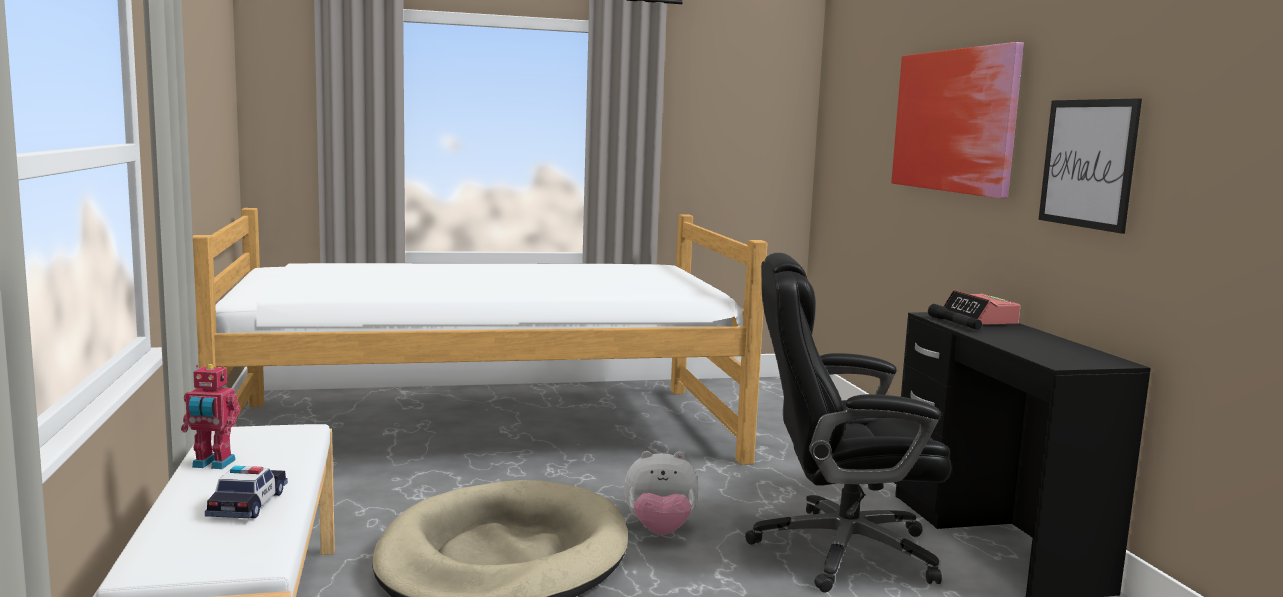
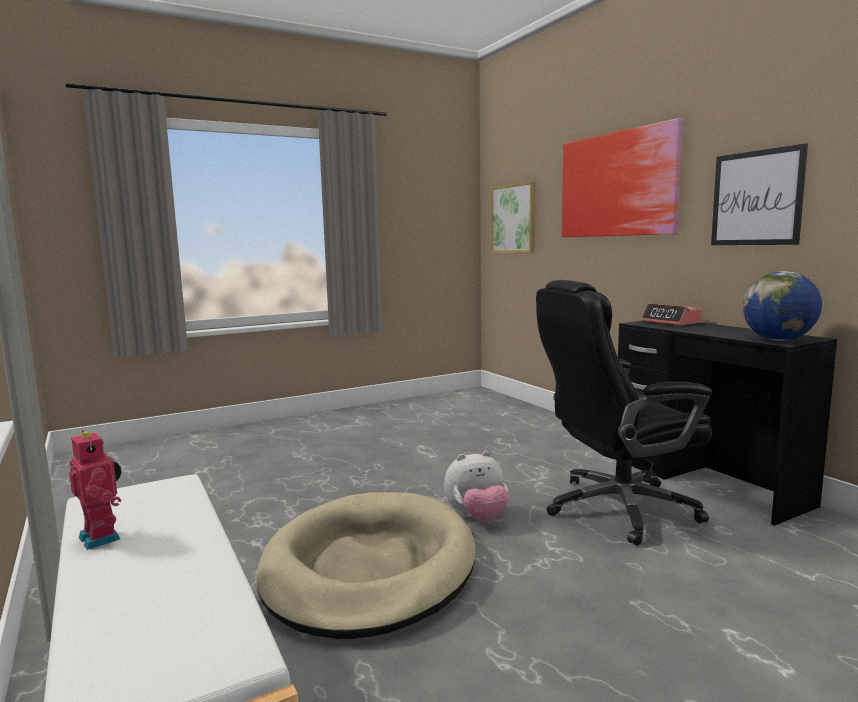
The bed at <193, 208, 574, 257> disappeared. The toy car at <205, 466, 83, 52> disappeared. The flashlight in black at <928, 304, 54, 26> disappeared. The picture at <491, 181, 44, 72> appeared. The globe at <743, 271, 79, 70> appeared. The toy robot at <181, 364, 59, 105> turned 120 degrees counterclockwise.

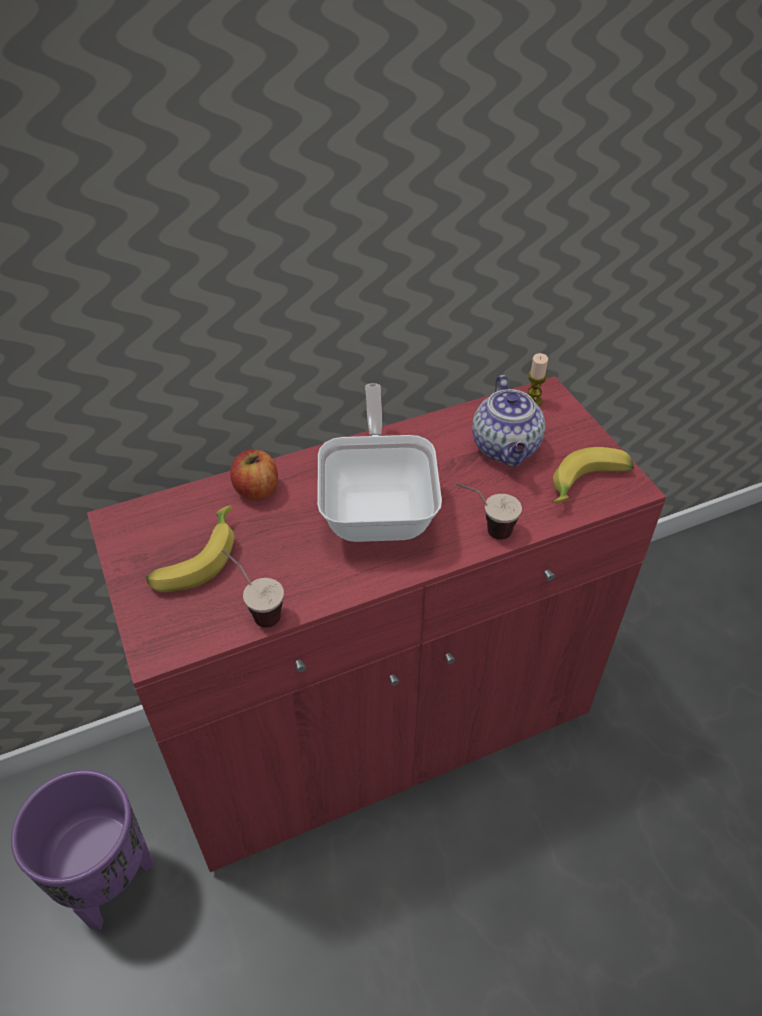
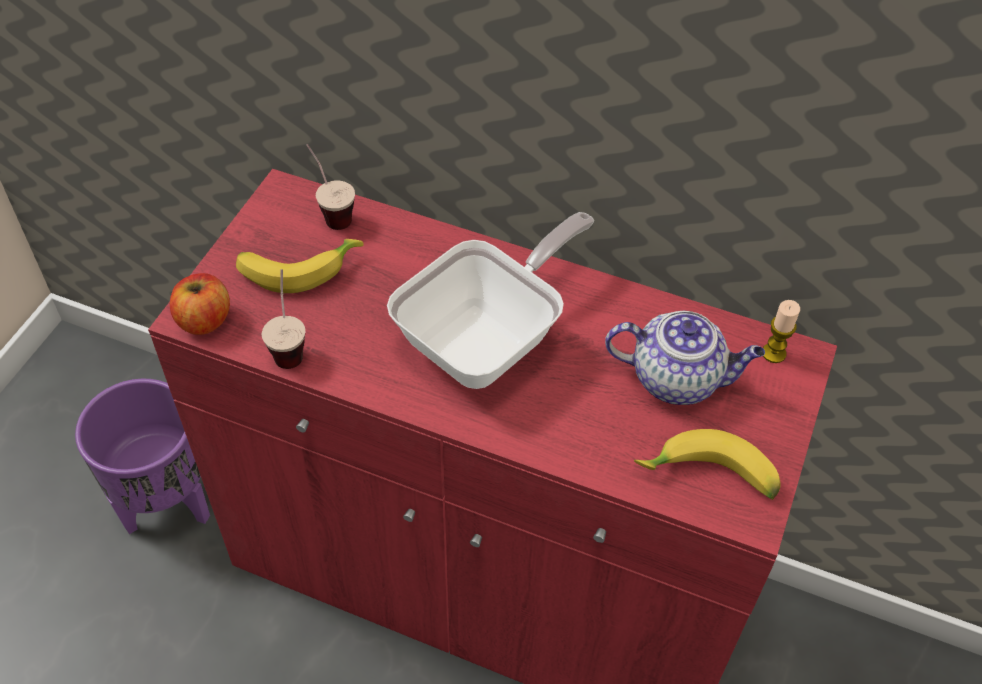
The apple moved from <230, 449, 48, 52> to <170, 273, 60, 62>. The cup moved from <456, 483, 66, 57> to <306, 144, 49, 86>. The teapot at <472, 375, 73, 92> turned 120 degrees counterclockwise.

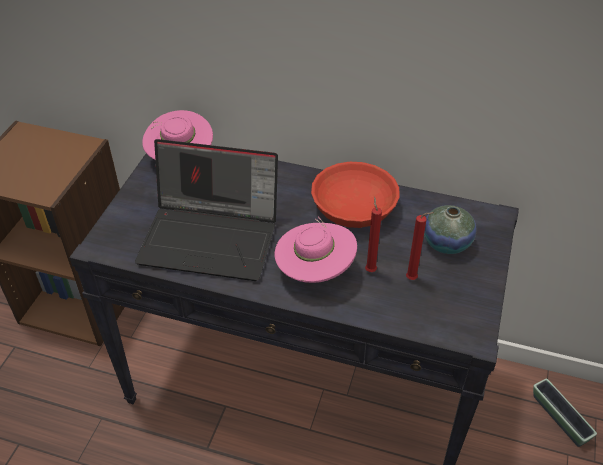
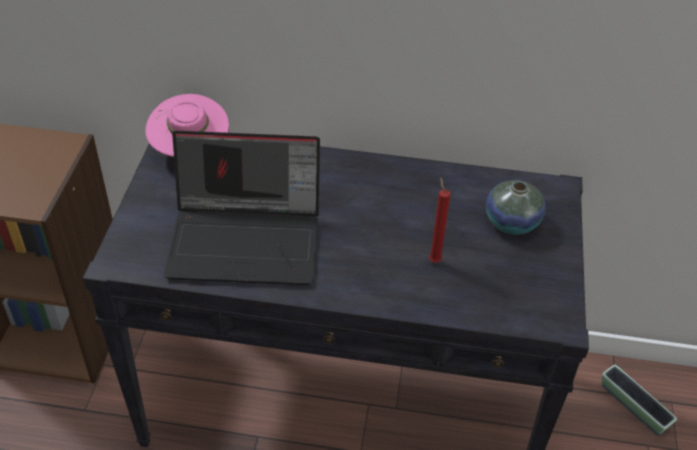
The hat in pink at <275, 216, 82, 67> disappeared. The bowl in red at <311, 162, 89, 66> disappeared. The candle in red at <406, 212, 27, 68> disappeared.

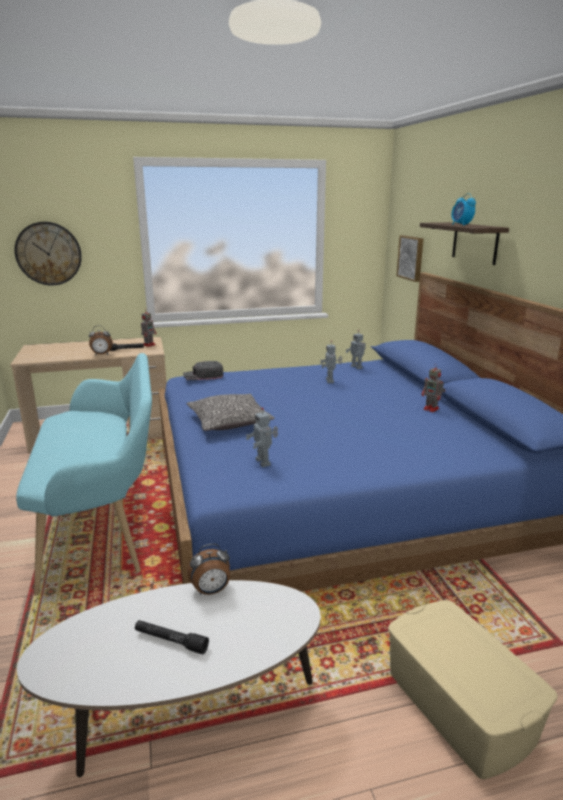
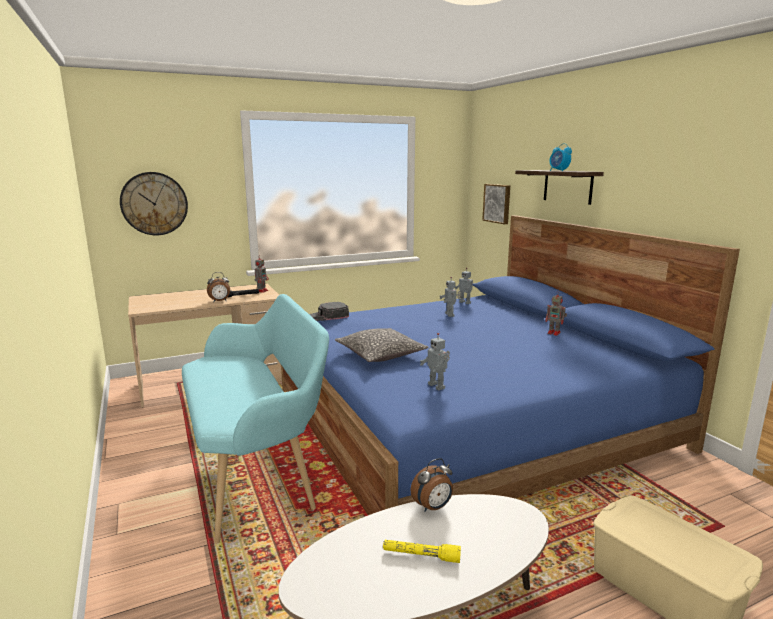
The flashlight in black at <135, 620, 74, 34> became the flashlight in yellow at <383, 540, 78, 23>.

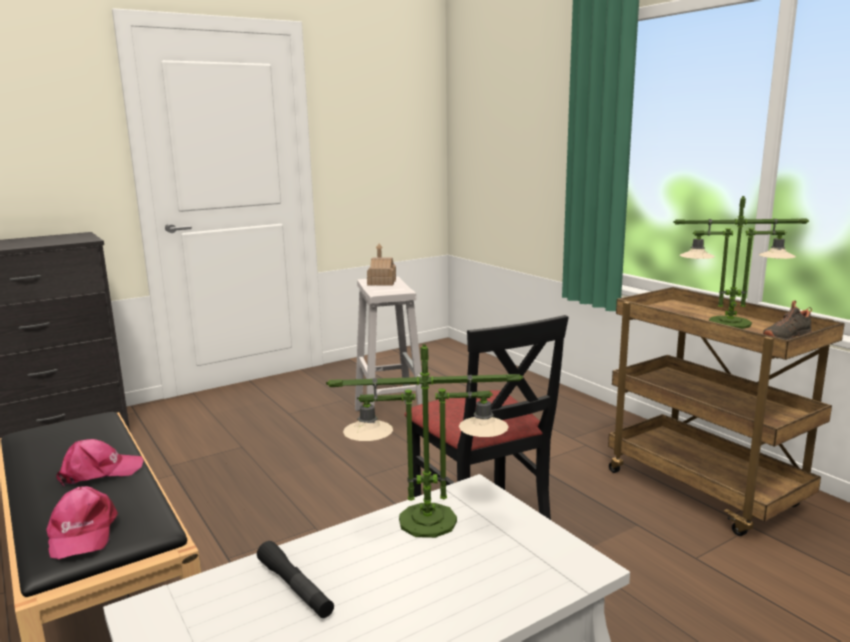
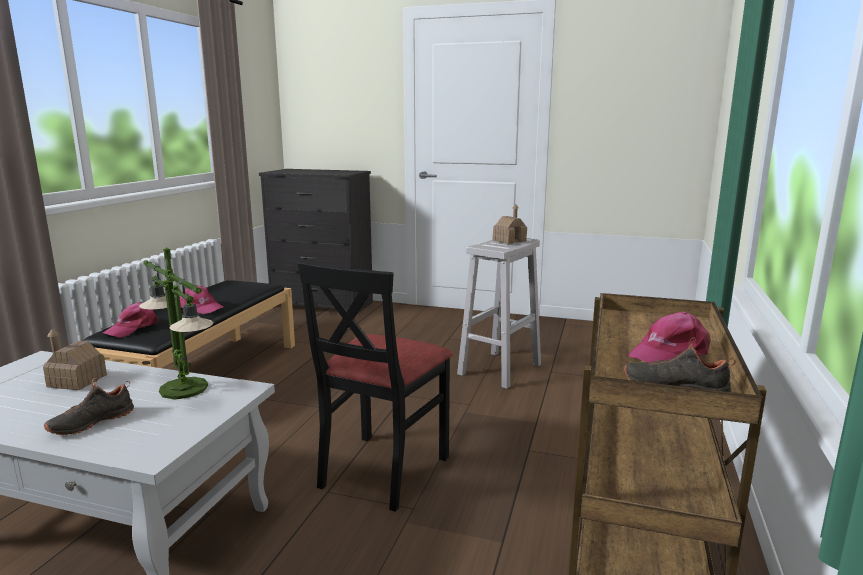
The shoe in black at <44, 378, 90, 57> appeared. The flashlight in black at <257, 541, 77, 77> was replaced by the toy house at <43, 329, 64, 61>. The table lamp at <673, 196, 136, 133> was replaced by the cap in pink at <628, 312, 83, 50>.

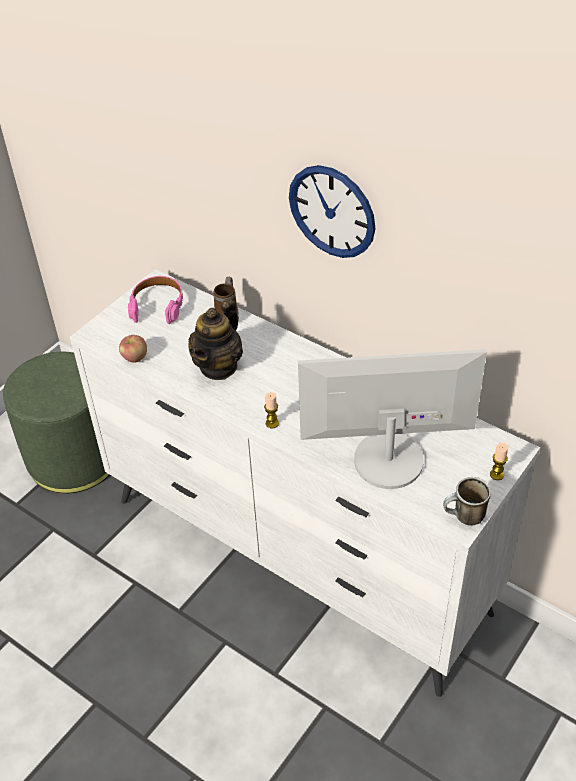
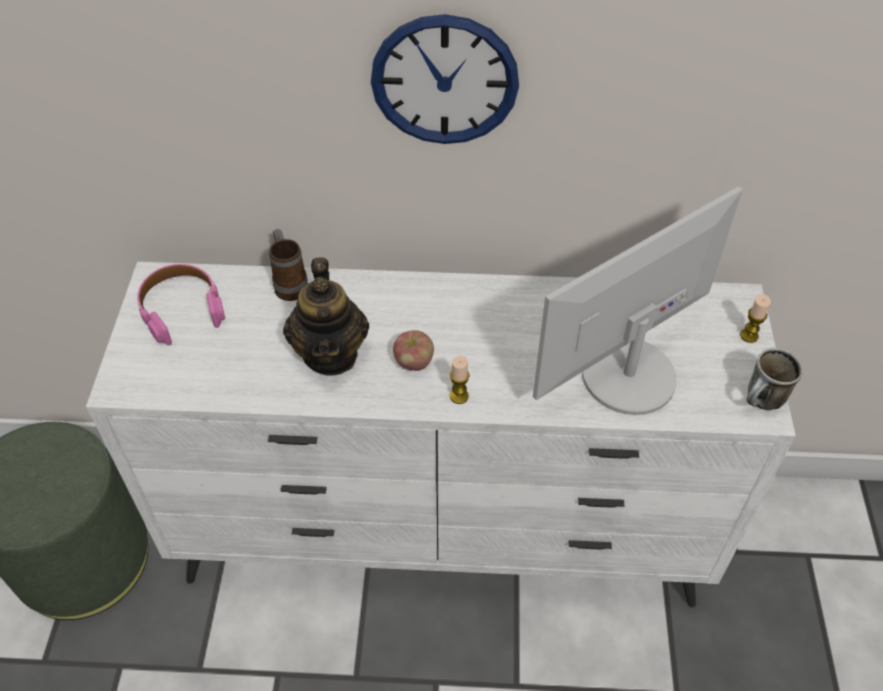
The apple moved from <119, 335, 28, 28> to <393, 330, 41, 41>.

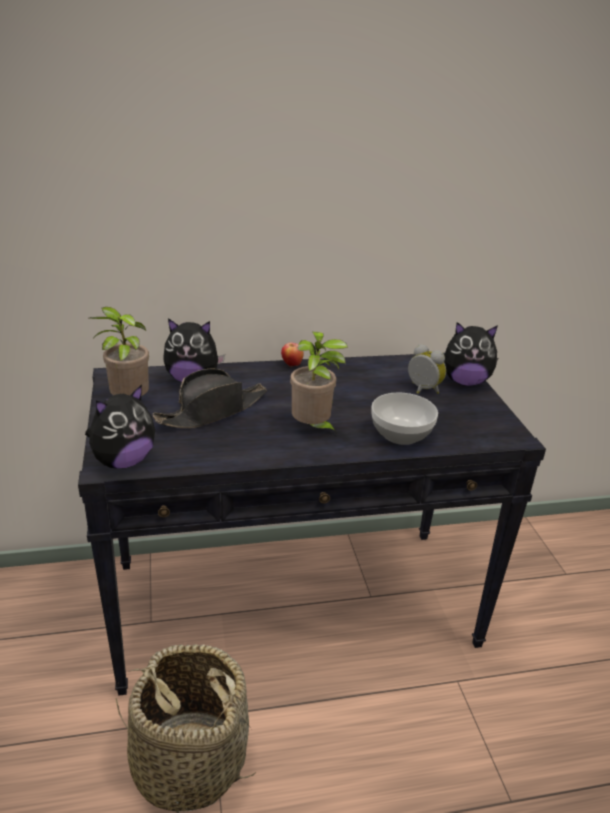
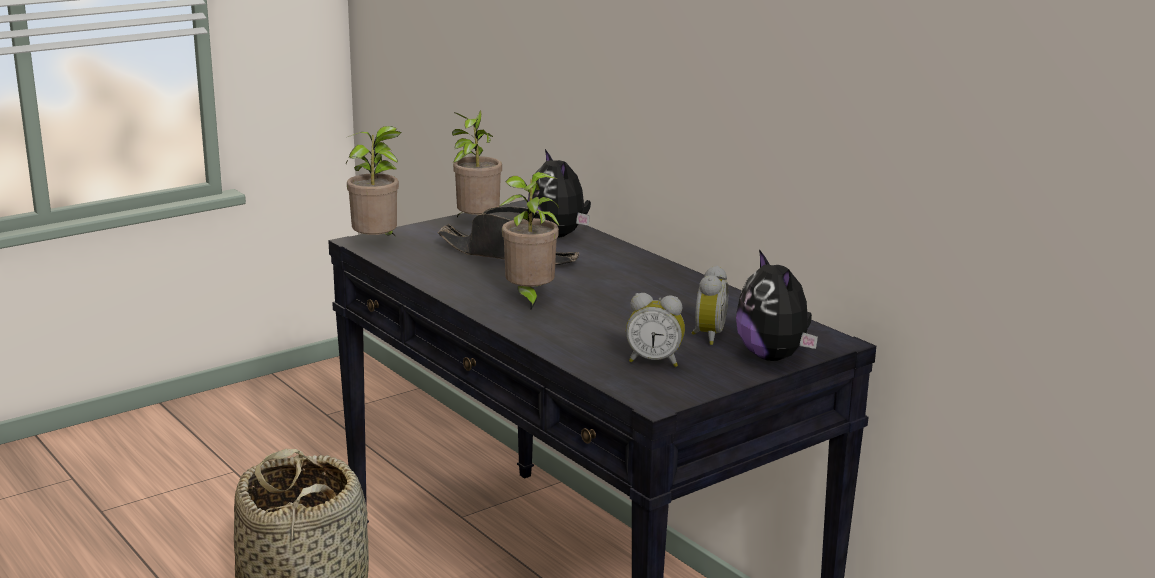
The apple at <281, 342, 22, 25> disappeared. The bowl at <371, 392, 67, 53> disappeared. The alarm clock at <626, 293, 59, 74> appeared. The plush toy at <85, 384, 70, 85> was replaced by the potted plant at <346, 126, 56, 110>.

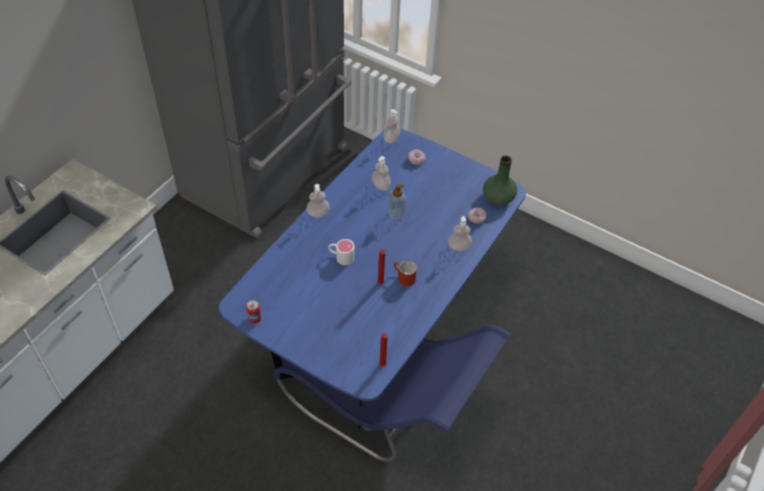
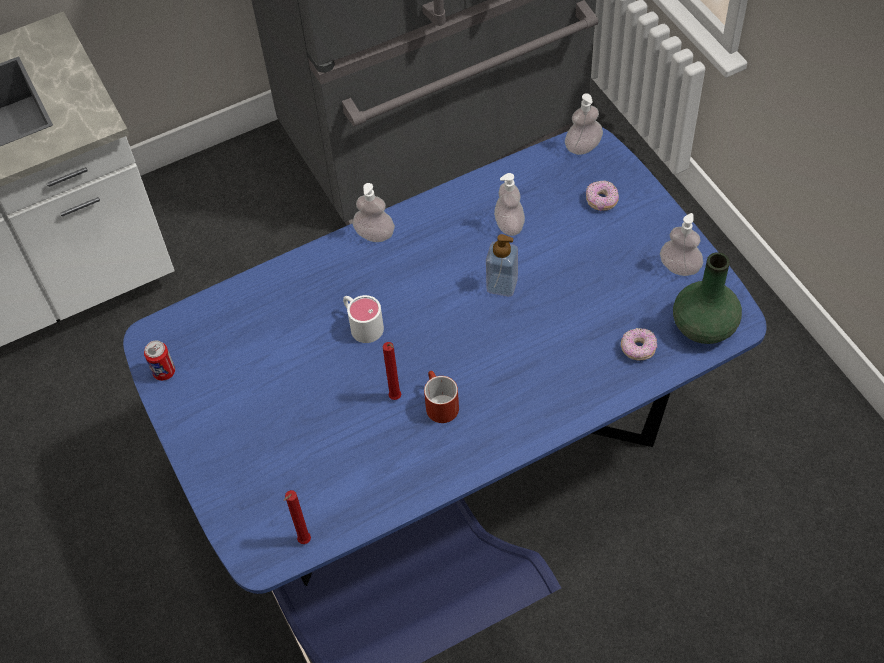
The soap dispenser moved from <448, 216, 24, 35> to <660, 213, 43, 63>.

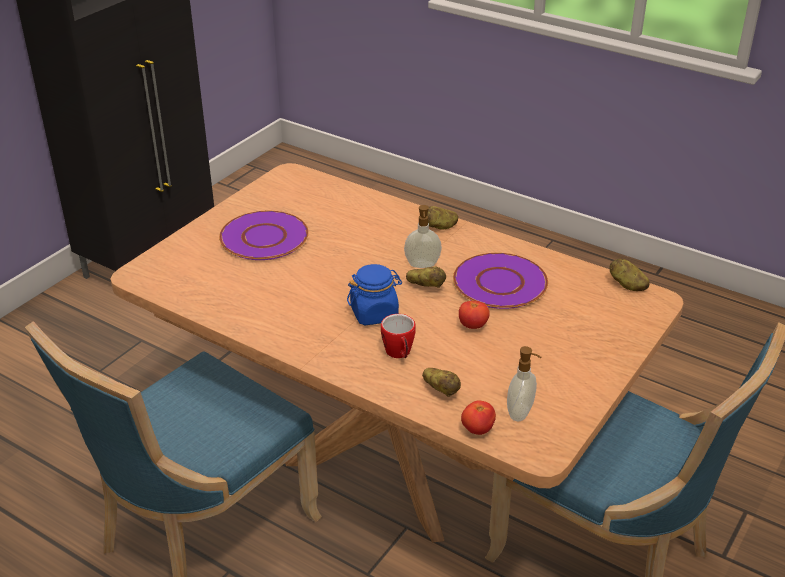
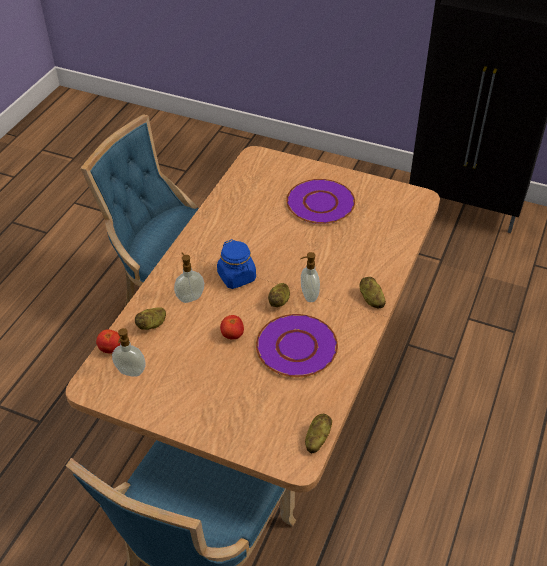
The mug at <381, 314, 35, 44> was replaced by the soap dispenser at <174, 252, 30, 51>.

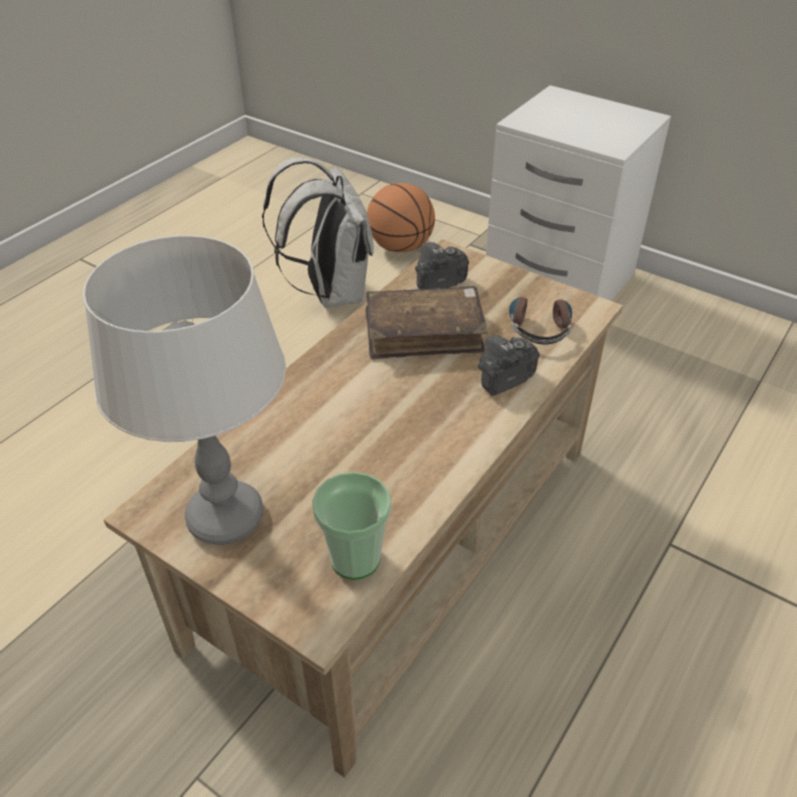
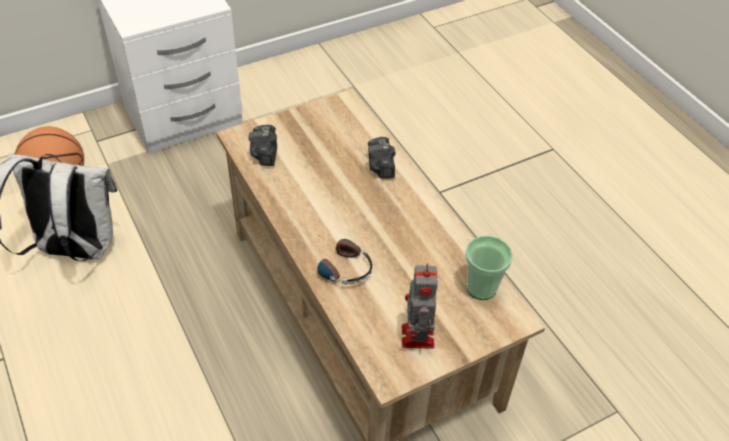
The book in brown at <366, 286, 122, 73> disappeared. The headphones moved from <509, 293, 63, 52> to <317, 236, 56, 49>. The table lamp in white at <83, 235, 203, 310> was replaced by the toy robot at <402, 263, 36, 86>.

